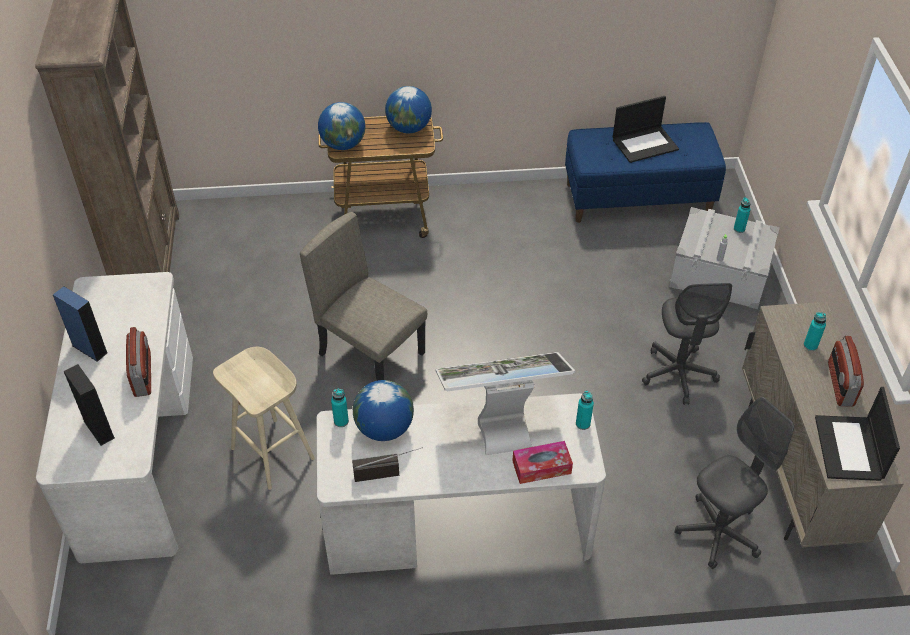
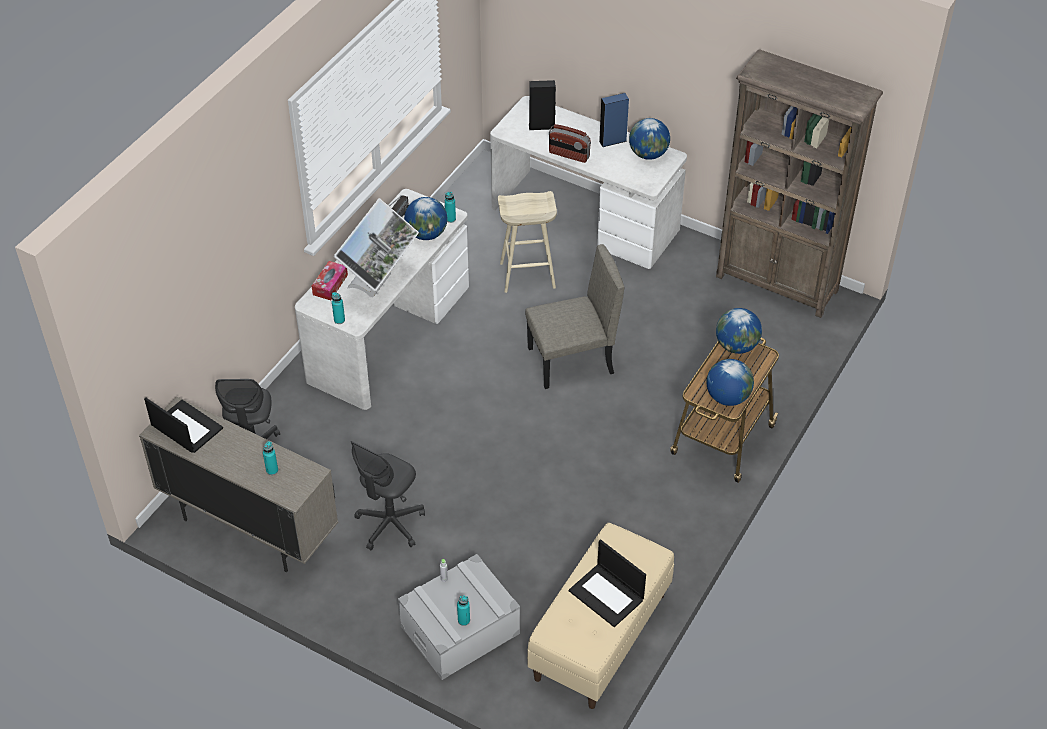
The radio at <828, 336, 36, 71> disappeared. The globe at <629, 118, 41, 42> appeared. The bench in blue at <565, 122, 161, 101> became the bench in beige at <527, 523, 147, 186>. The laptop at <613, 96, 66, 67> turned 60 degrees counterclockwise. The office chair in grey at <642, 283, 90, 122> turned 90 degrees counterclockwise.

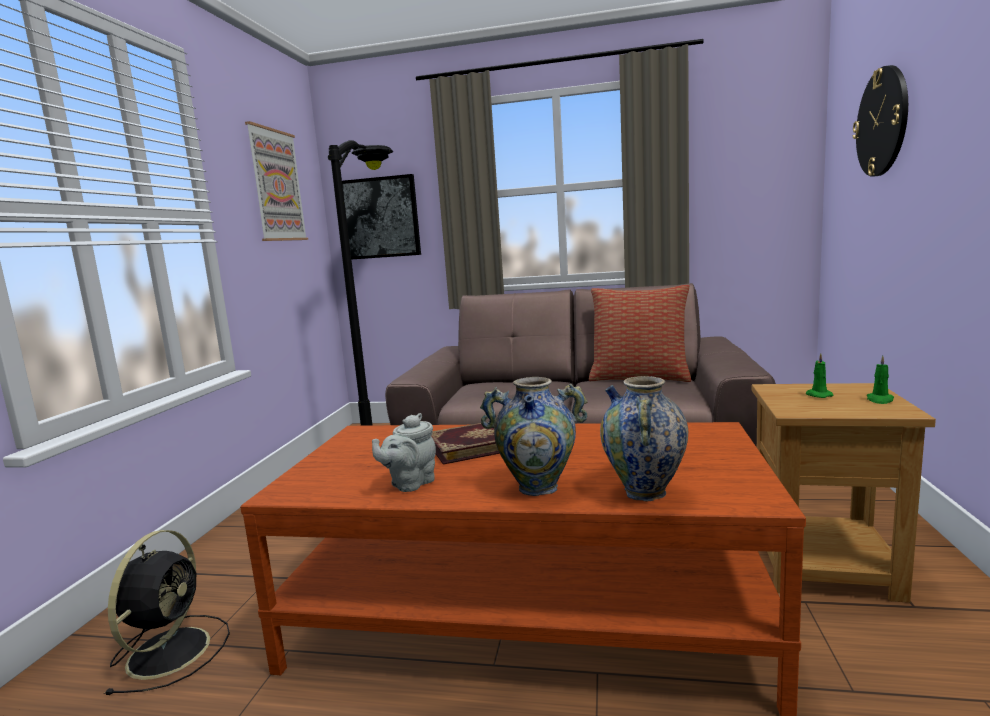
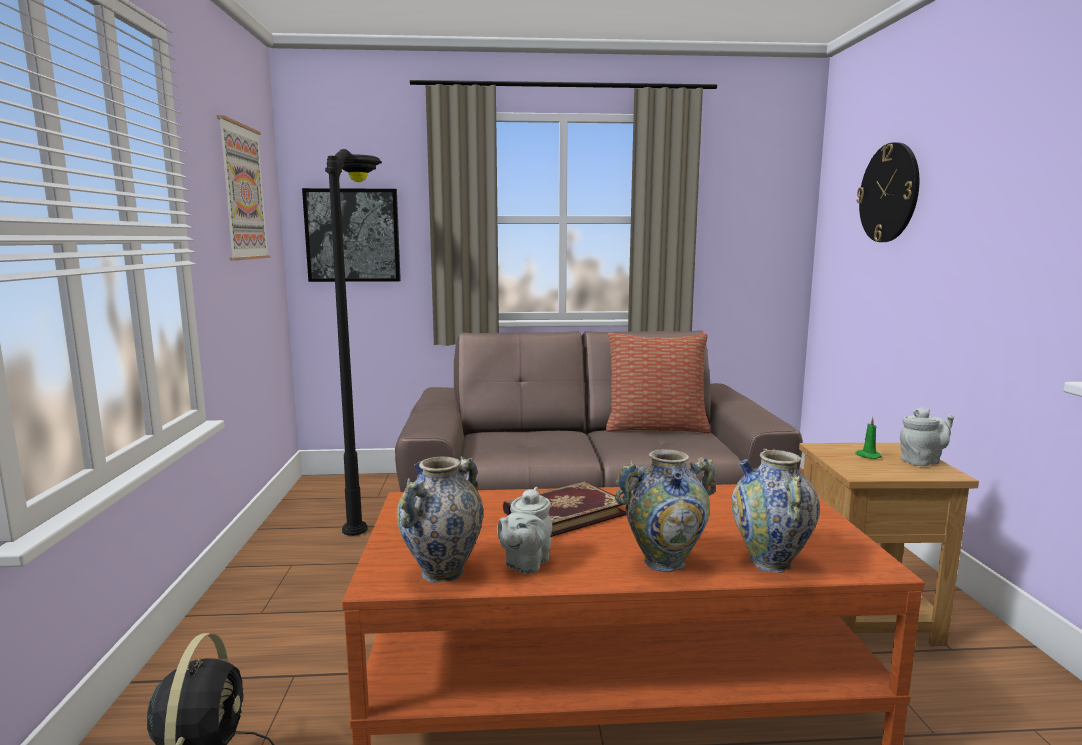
The vase at <397, 456, 86, 127> appeared. The candle in green at <867, 355, 27, 49> was replaced by the teapot in grey at <900, 407, 54, 59>.

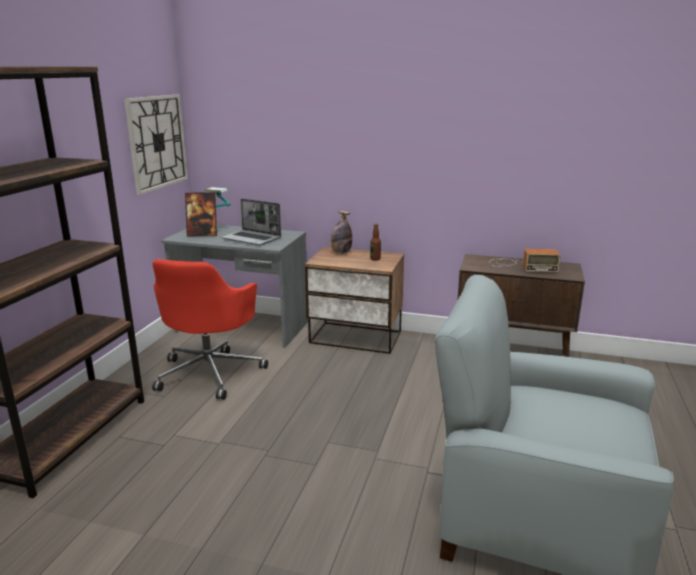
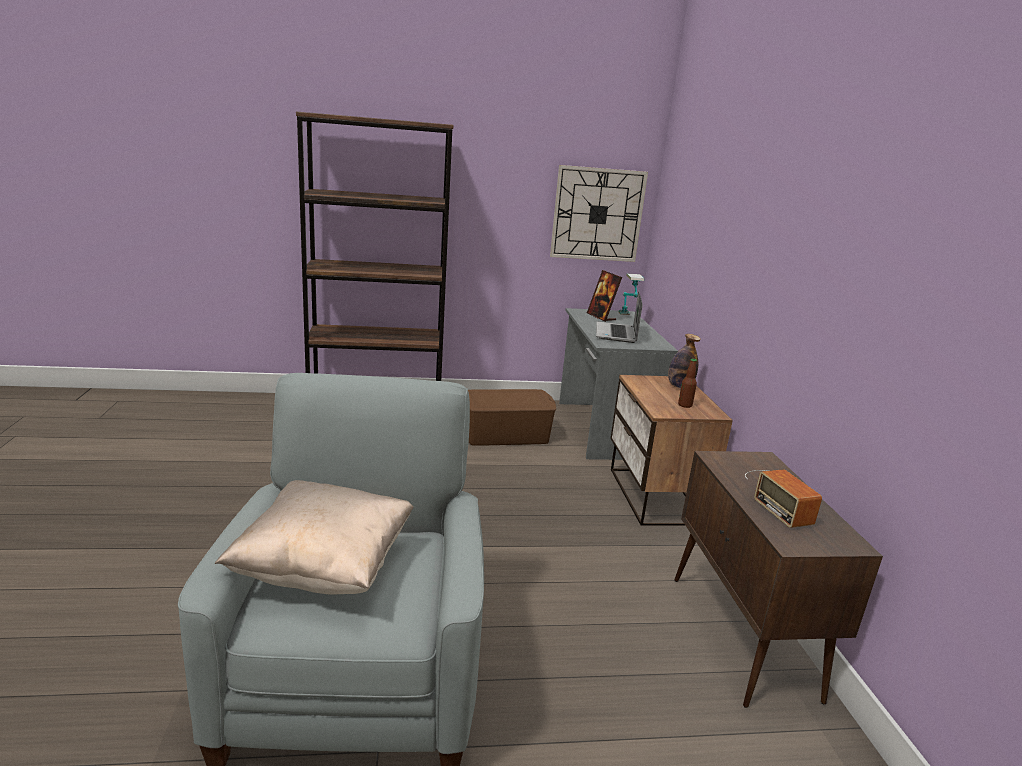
The pillow in beige at <215, 480, 199, 115> appeared. The office chair in red at <152, 259, 116, 141> was replaced by the storage box in brown at <468, 389, 88, 57>.

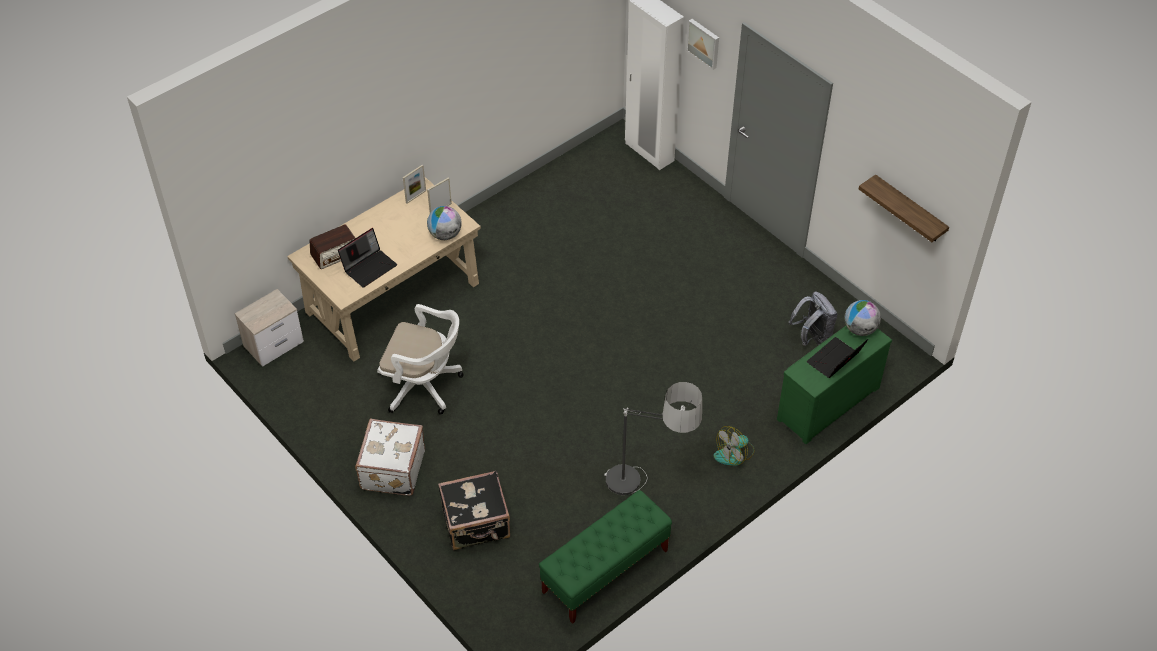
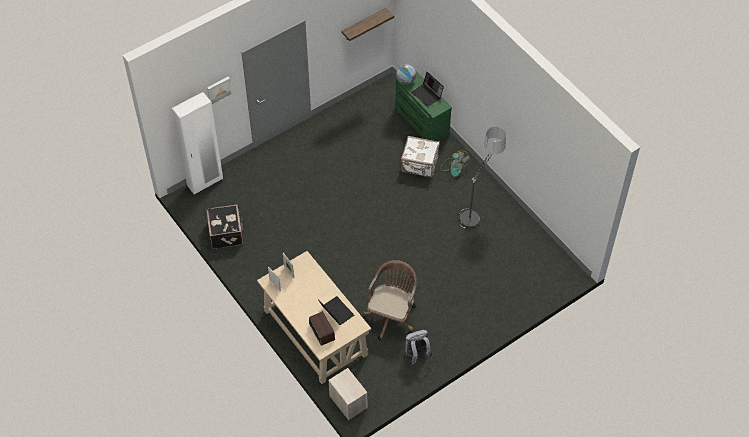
The globe at <427, 206, 35, 34> disappeared. The bench in green at <539, 490, 133, 134> disappeared. The suitcase in white moved from <355, 419, 70, 77> to <401, 136, 39, 42>. The suitcase in black moved from <438, 471, 72, 79> to <206, 204, 37, 45>. The backpack in grey moved from <788, 292, 50, 54> to <405, 330, 28, 34>. The office chair in white at <377, 304, 87, 111> became the office chair in brown at <363, 260, 54, 80>.

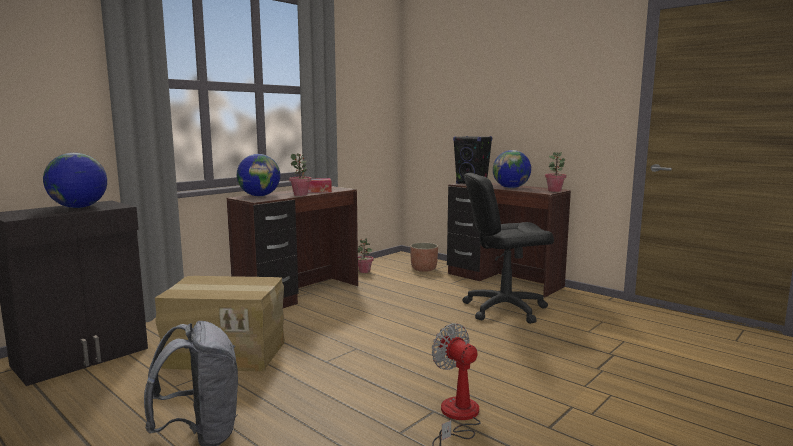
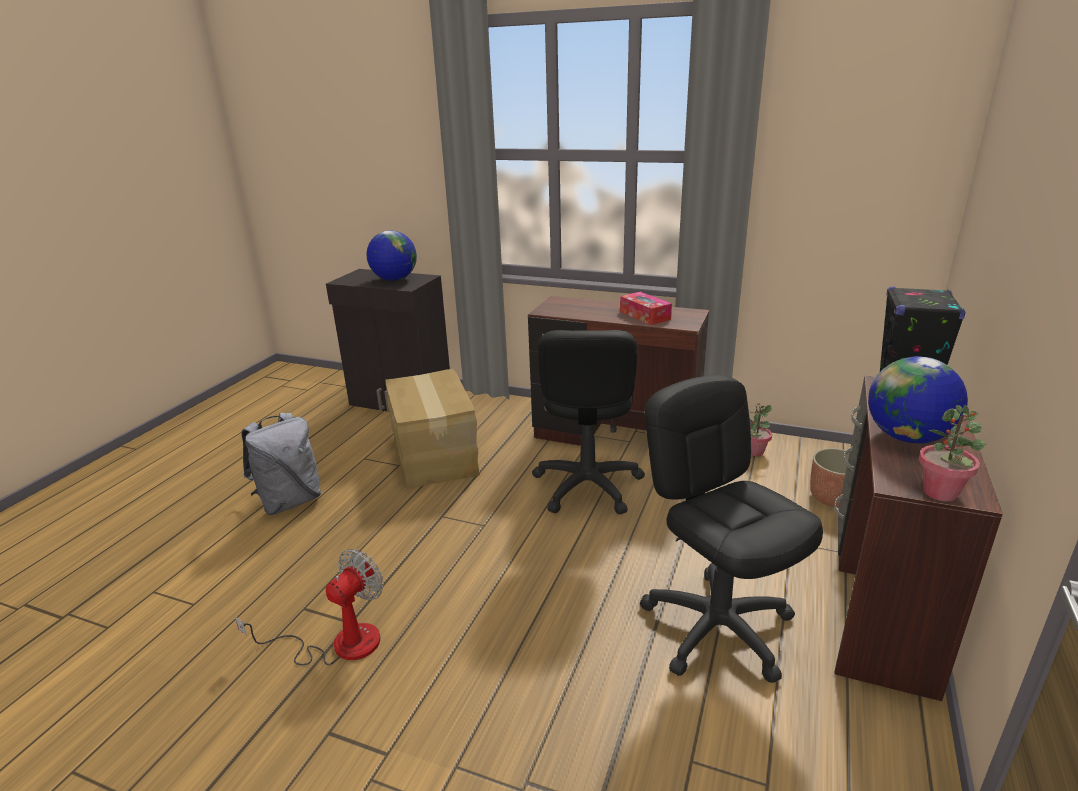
The globe at <237, 154, 43, 42> disappeared. The potted plant at <289, 153, 22, 43> disappeared. The office chair in black at <532, 330, 113, 184> appeared.

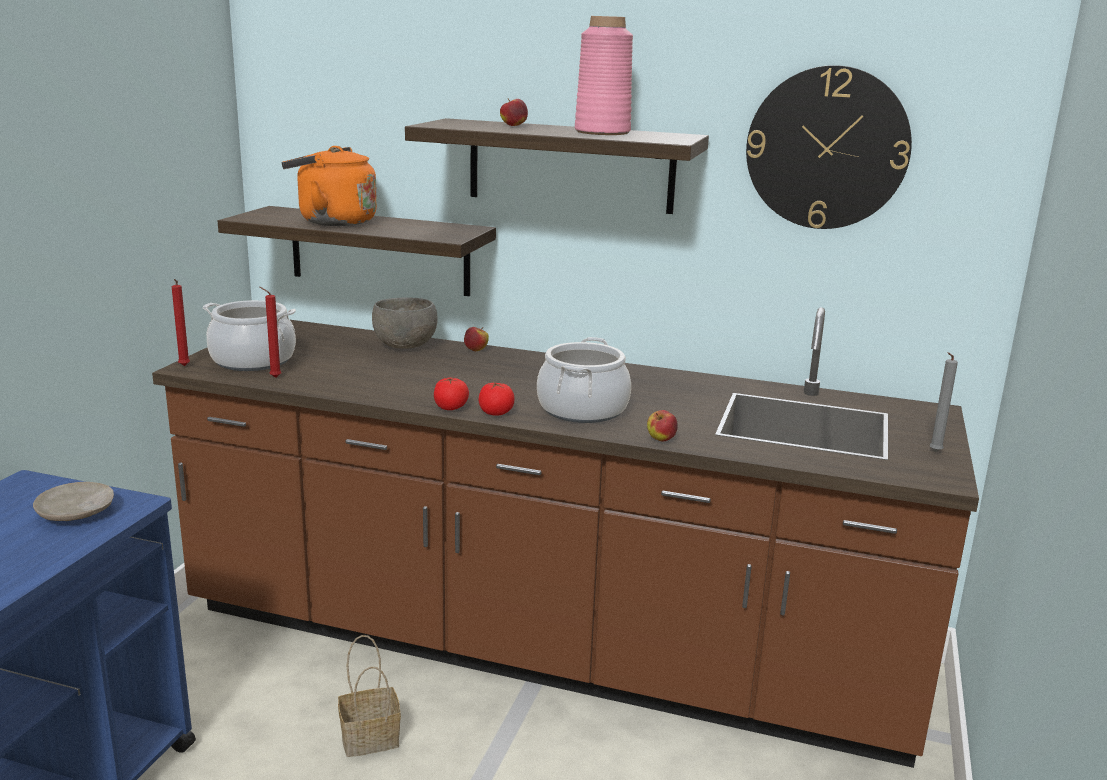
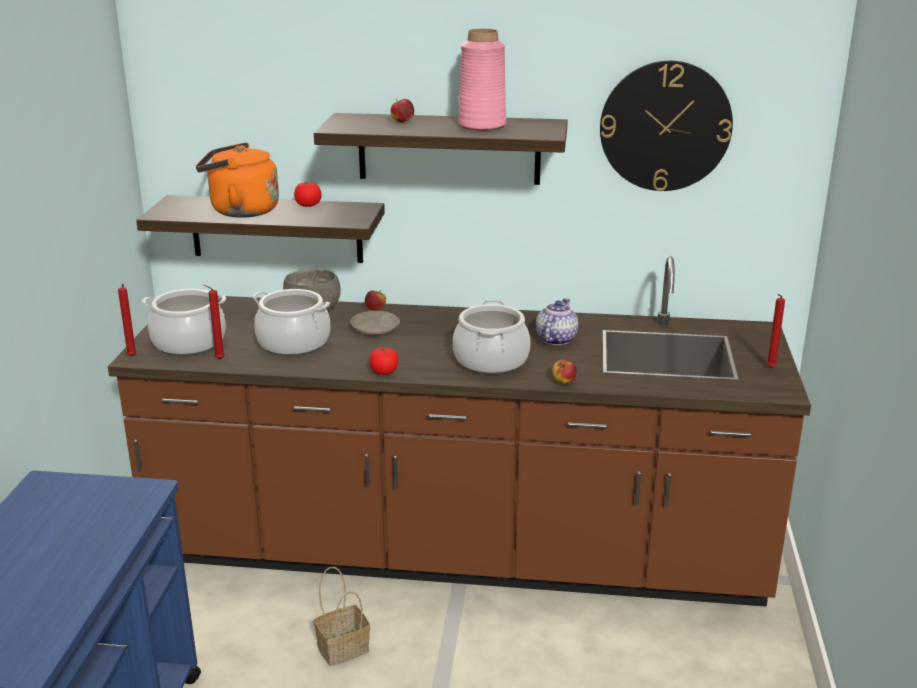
The cooking pot at <252, 289, 78, 67> appeared. The teapot at <536, 298, 43, 47> appeared. The plate in beige moved from <33, 482, 81, 39> to <350, 311, 50, 25>. The tomato moved from <479, 382, 36, 34> to <294, 182, 28, 25>. The candle in grey at <929, 352, 29, 100> became the candle in red at <766, 294, 19, 74>.

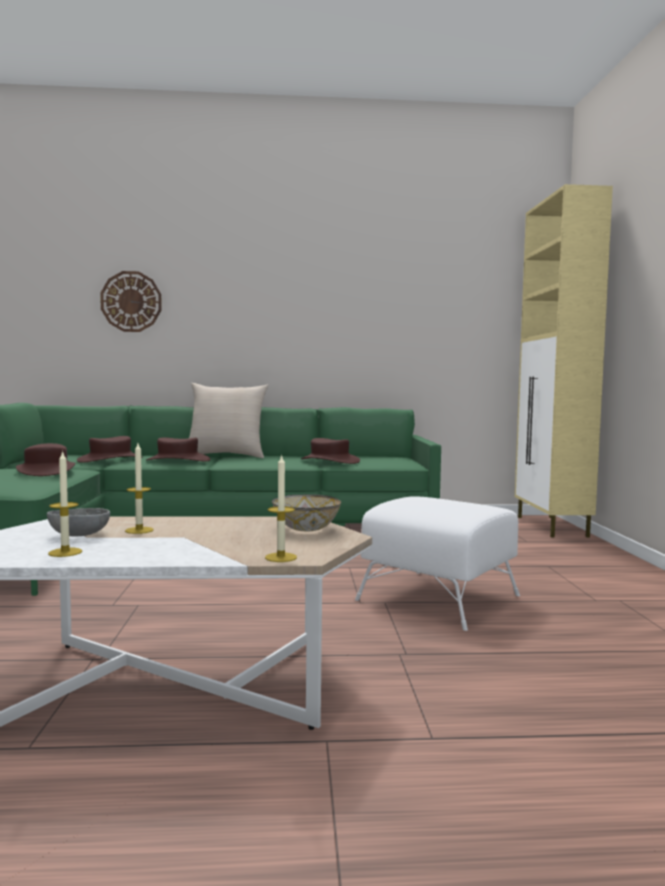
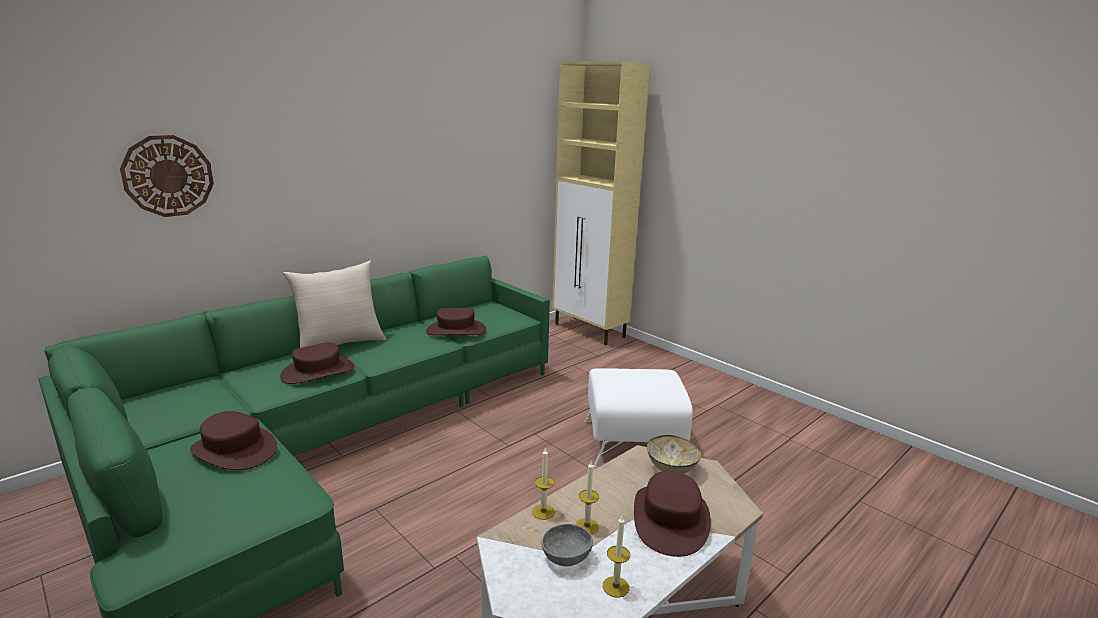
The hat in brown moved from <77, 436, 66, 27> to <634, 471, 77, 86>. The candle moved from <265, 454, 32, 108> to <532, 447, 23, 73>.

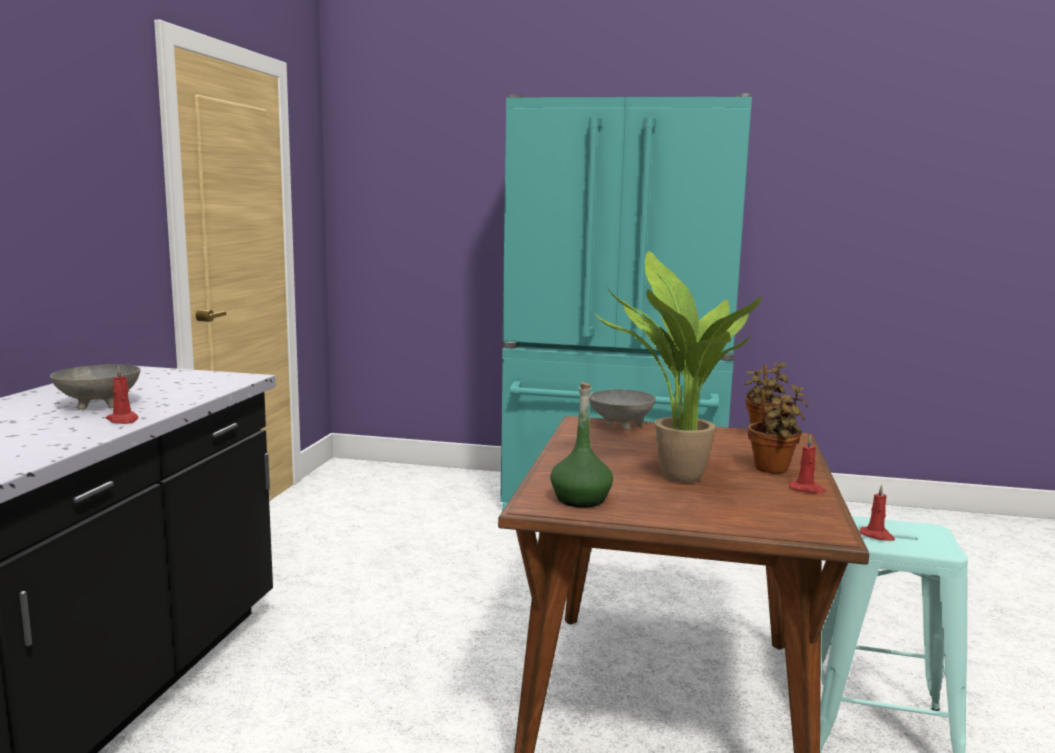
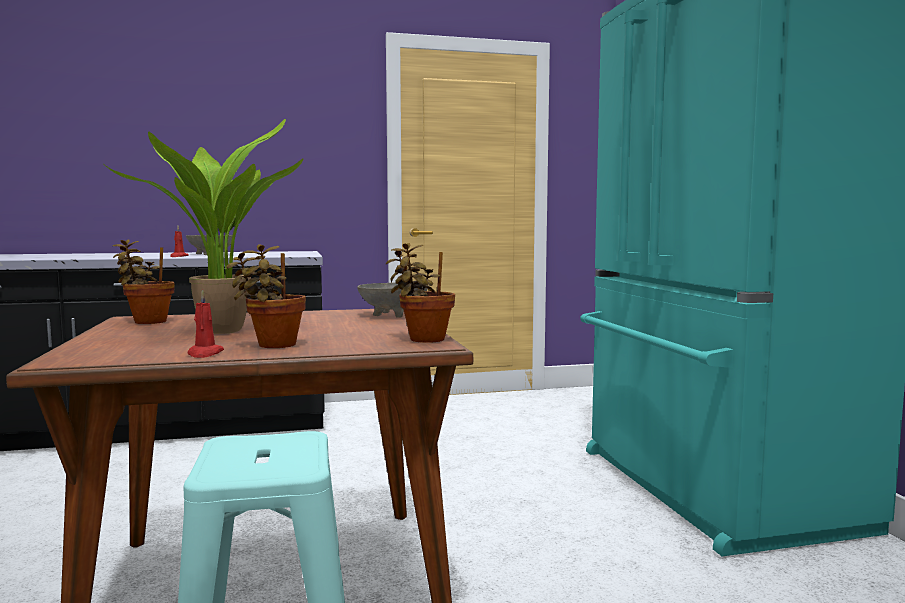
The candle in red at <860, 484, 35, 57> disappeared. The bottle in green at <550, 382, 63, 125> was replaced by the potted plant at <113, 240, 62, 84>.

